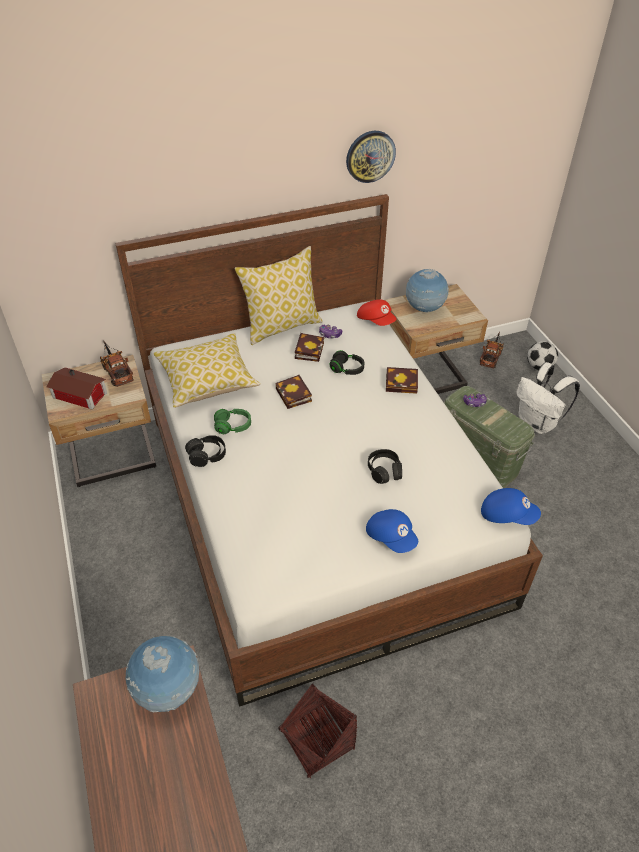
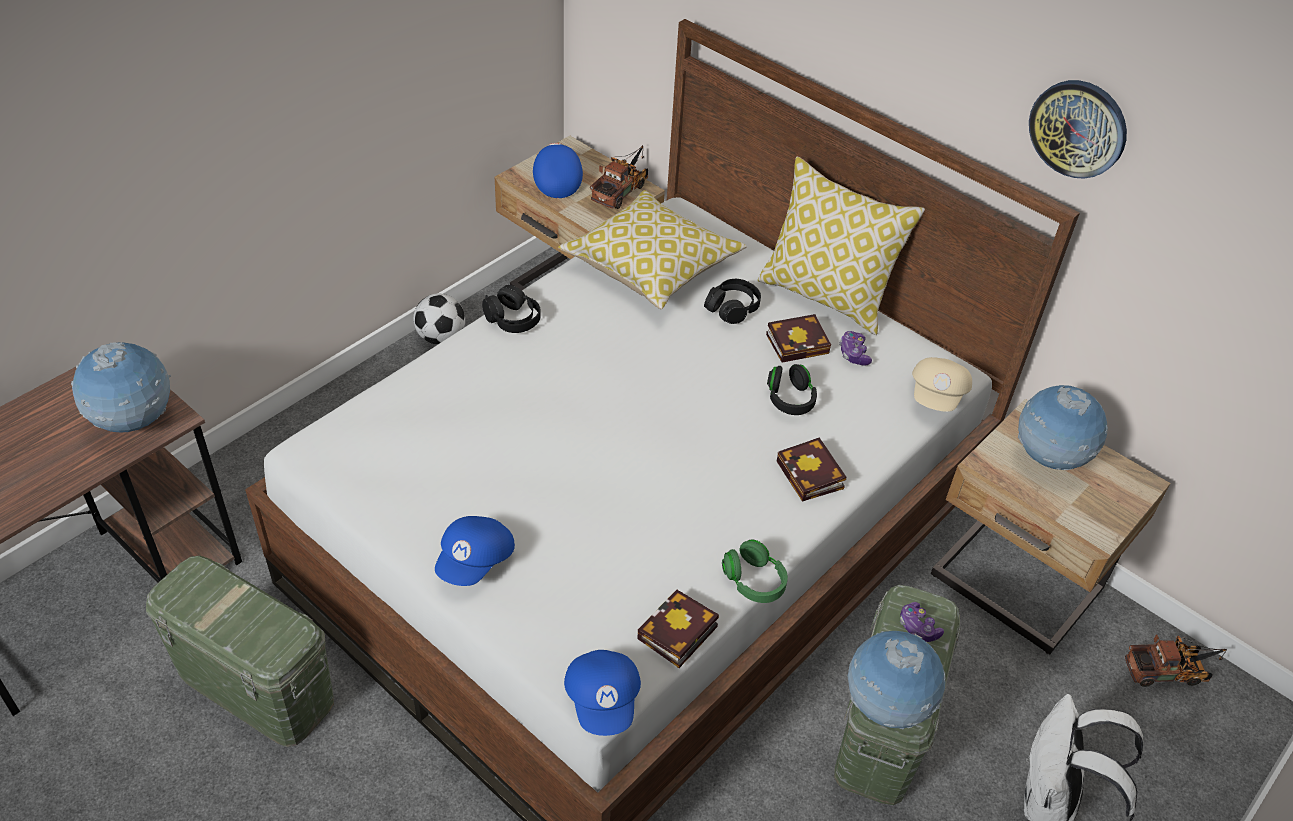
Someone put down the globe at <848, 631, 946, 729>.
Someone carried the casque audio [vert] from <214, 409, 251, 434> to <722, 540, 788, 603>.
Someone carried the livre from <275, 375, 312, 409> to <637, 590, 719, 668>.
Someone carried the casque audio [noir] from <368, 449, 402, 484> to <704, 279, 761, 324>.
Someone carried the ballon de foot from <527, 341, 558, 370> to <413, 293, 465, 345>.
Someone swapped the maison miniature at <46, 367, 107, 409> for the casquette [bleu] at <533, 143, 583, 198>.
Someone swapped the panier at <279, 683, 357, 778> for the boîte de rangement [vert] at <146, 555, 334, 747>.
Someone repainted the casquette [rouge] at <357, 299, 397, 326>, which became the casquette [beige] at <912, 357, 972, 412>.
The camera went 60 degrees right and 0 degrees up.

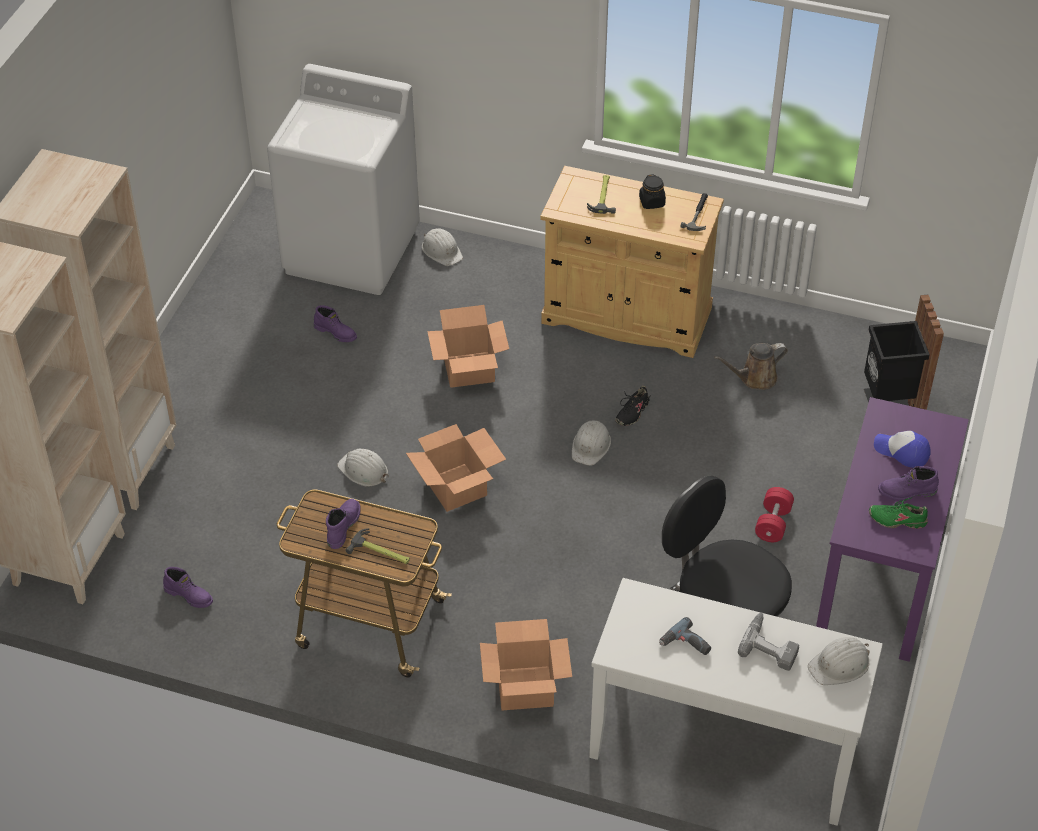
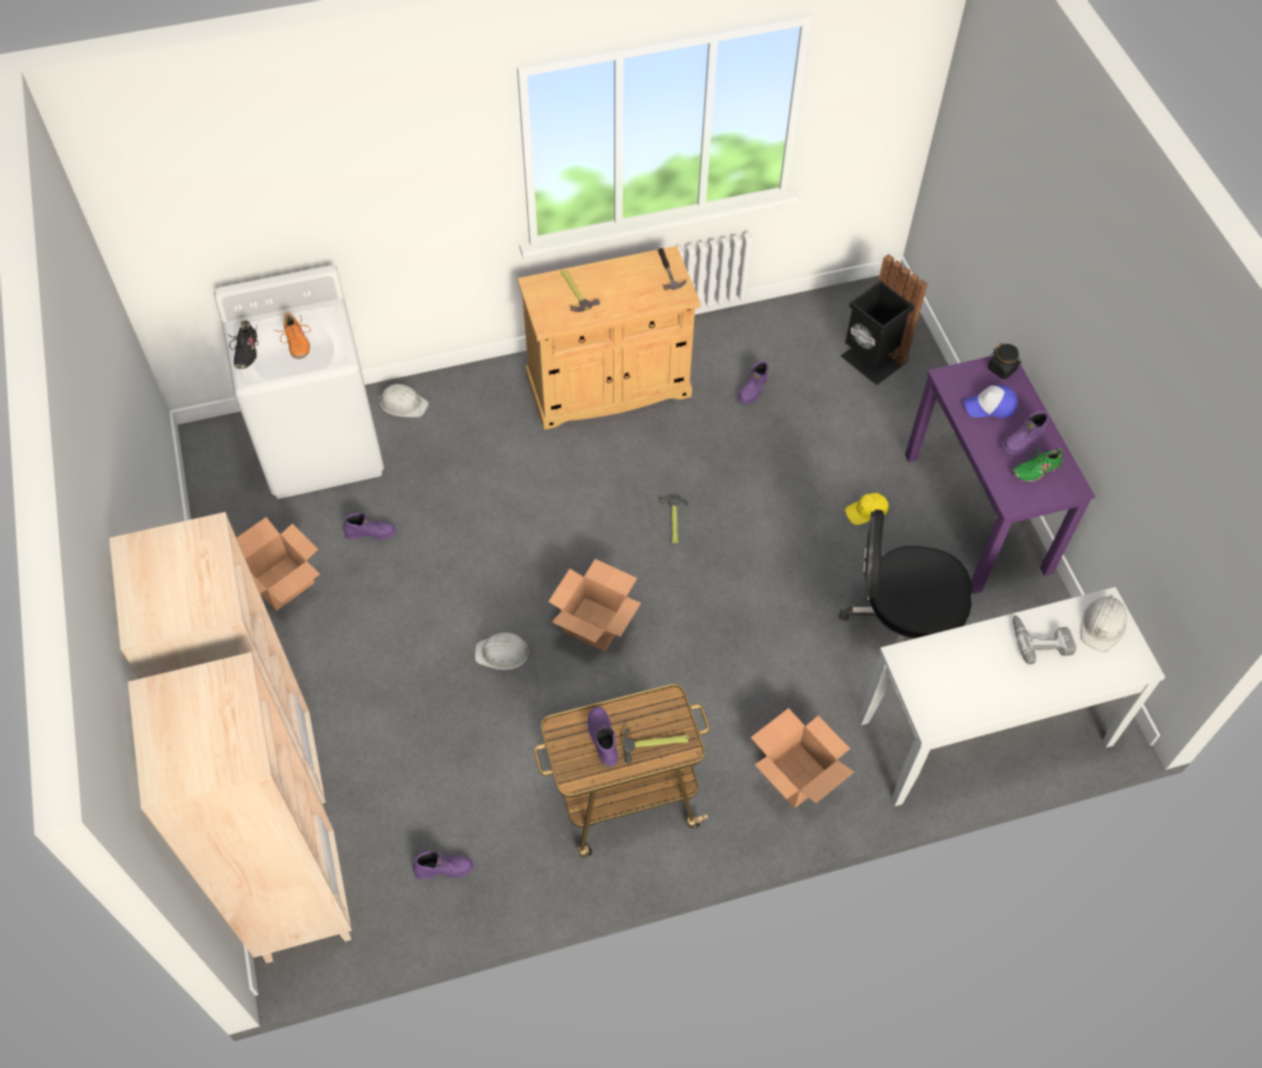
Someone took away the perceuse at <659, 617, 711, 655>.
Someone put down the chaussure [orange] at <274, 312, 311, 359>.
Someone carried the carton from <427, 305, 509, 388> to <237, 517, 320, 611>.
Someone carried the chaussure [noir] from <615, 386, 652, 426> to <227, 320, 258, 369>.
Someone carried the bocal [noir] from <639, 174, 666, 209> to <988, 343, 1021, 379>.
Someone swapped the casque de chantier [blanc] at <572, 420, 611, 466> for the marteau at <660, 497, 688, 544>.
Someone swapped the arrosoir [marron] at <714, 343, 788, 390> for the botte [violet] at <737, 361, 769, 405>.
Someone swapped the haltère [rouge] at <755, 487, 794, 542> for the casquette [jaune] at <845, 493, 889, 525>.
The camera went 35 degrees left and 10 degrees up.

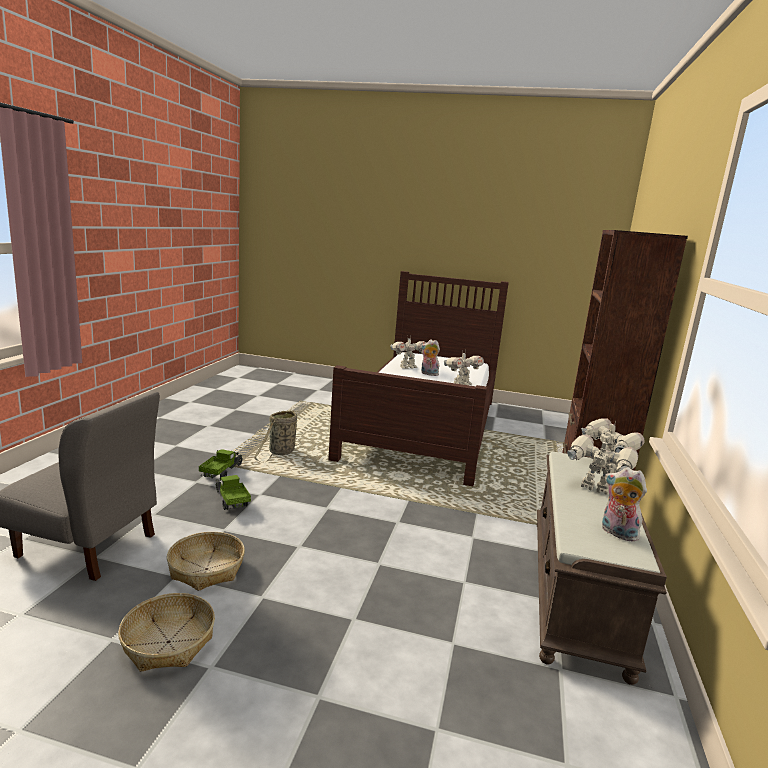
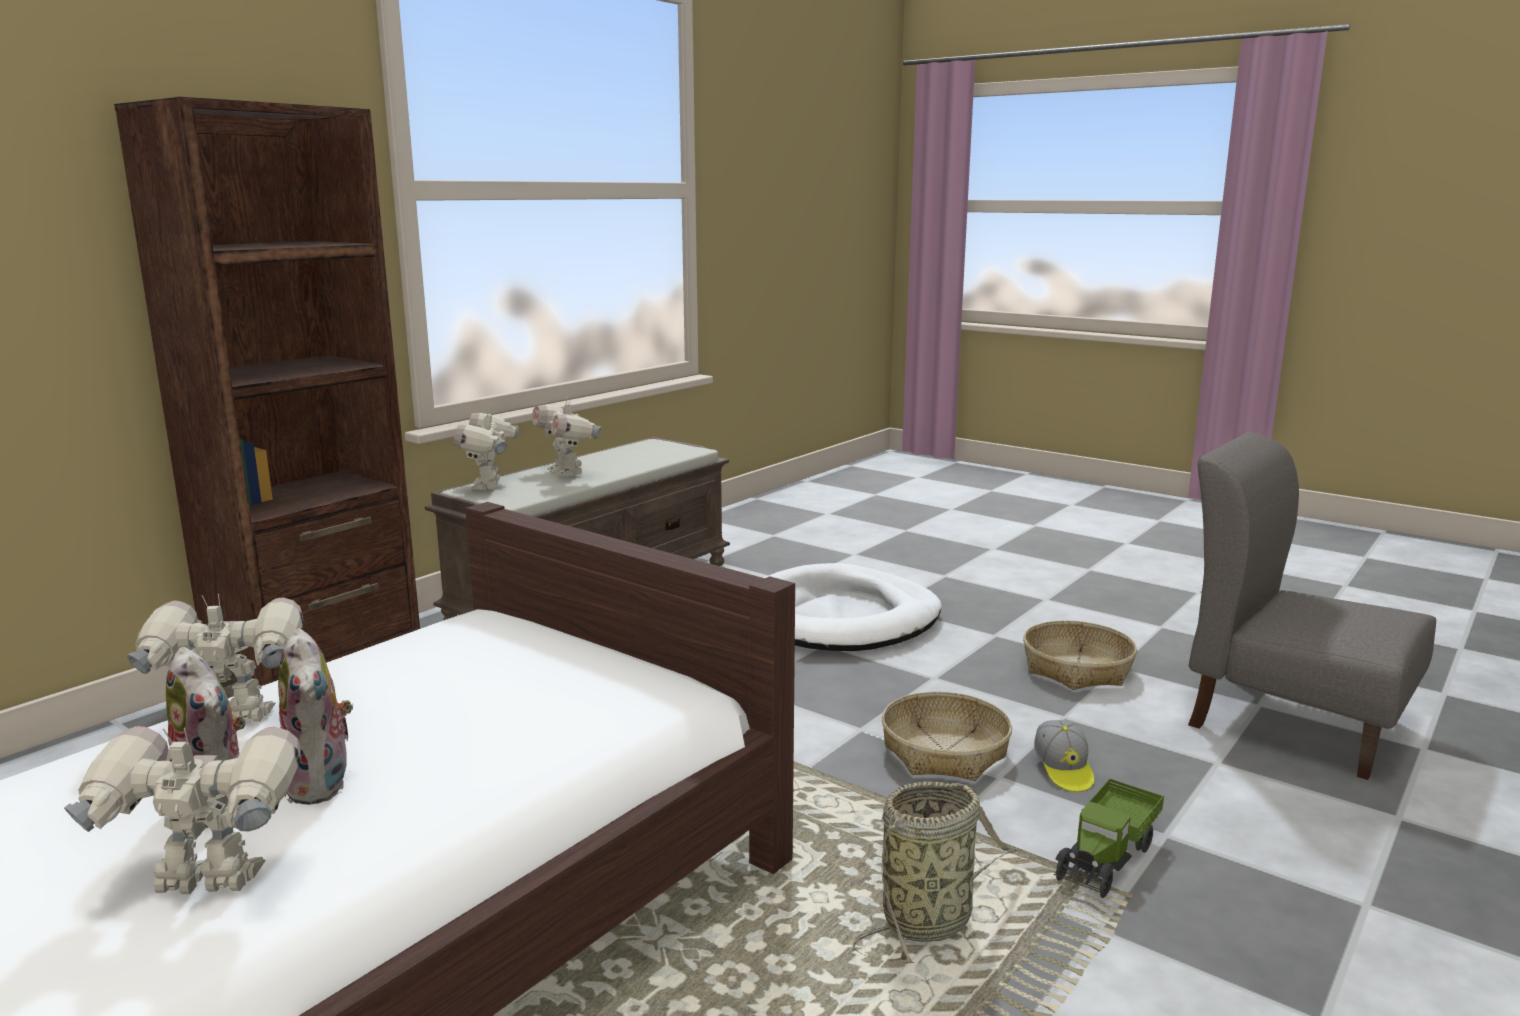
Someone put down the panier pour chien [blanc] at <764, 563, 942, 651>.
Someone carried the panier from <118, 593, 215, 672> to <882, 692, 1012, 781>.
Someone carried the peluche from <602, 467, 647, 542> to <278, 628, 353, 805>.
Someone swapped the camion jouet at <216, 475, 251, 510> for the casquette at <1034, 720, 1094, 792>.
The camera went 155 degrees left and 0 degrees up.

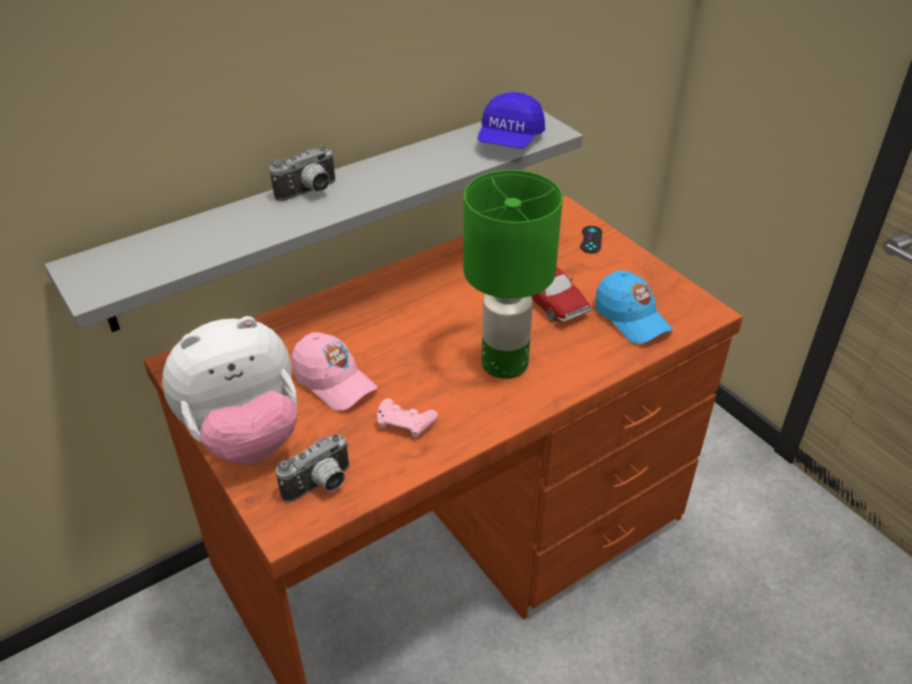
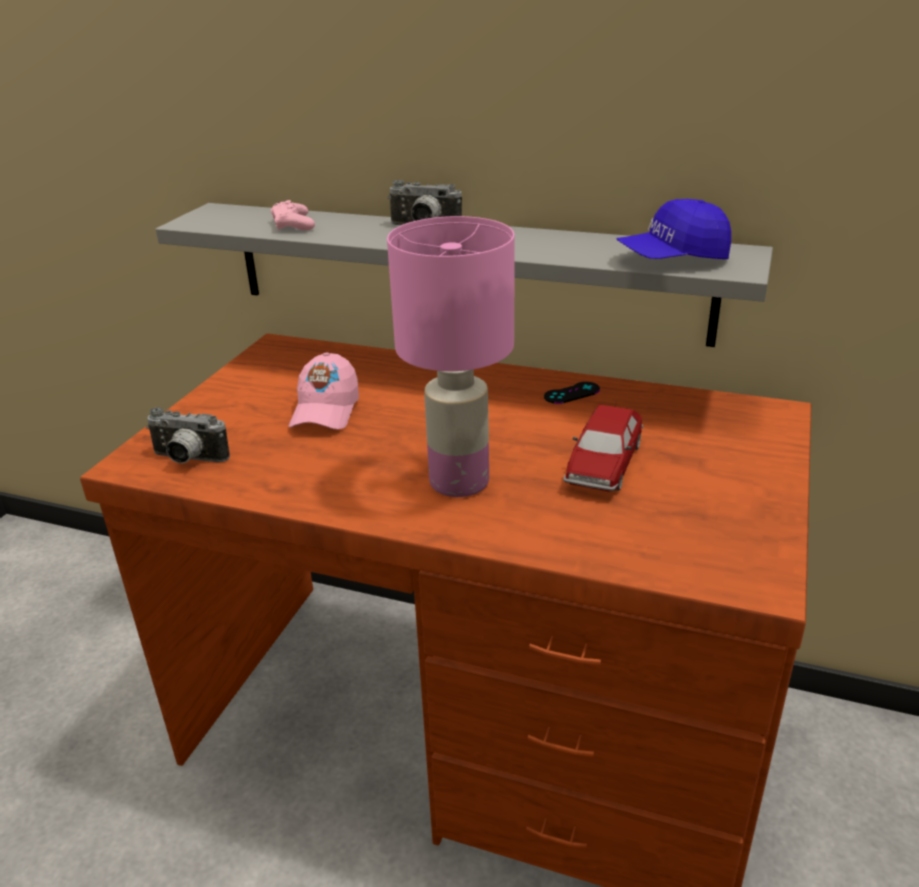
Someone took away the peluche at <162, 316, 297, 463>.
Someone took away the casquette [bleu] at <596, 270, 673, 344>.
Someone carried the manette [rose] from <377, 398, 438, 438> to <271, 200, 315, 230>.
Someone carried the manette [noir] from <580, 226, 602, 253> to <544, 382, 600, 404>.
Someone repainted the lampe de table [vert] at <463, 170, 563, 379>, which became the lampe de table [rose] at <387, 216, 515, 497>.
The camera went 55 degrees right and 10 degrees down.

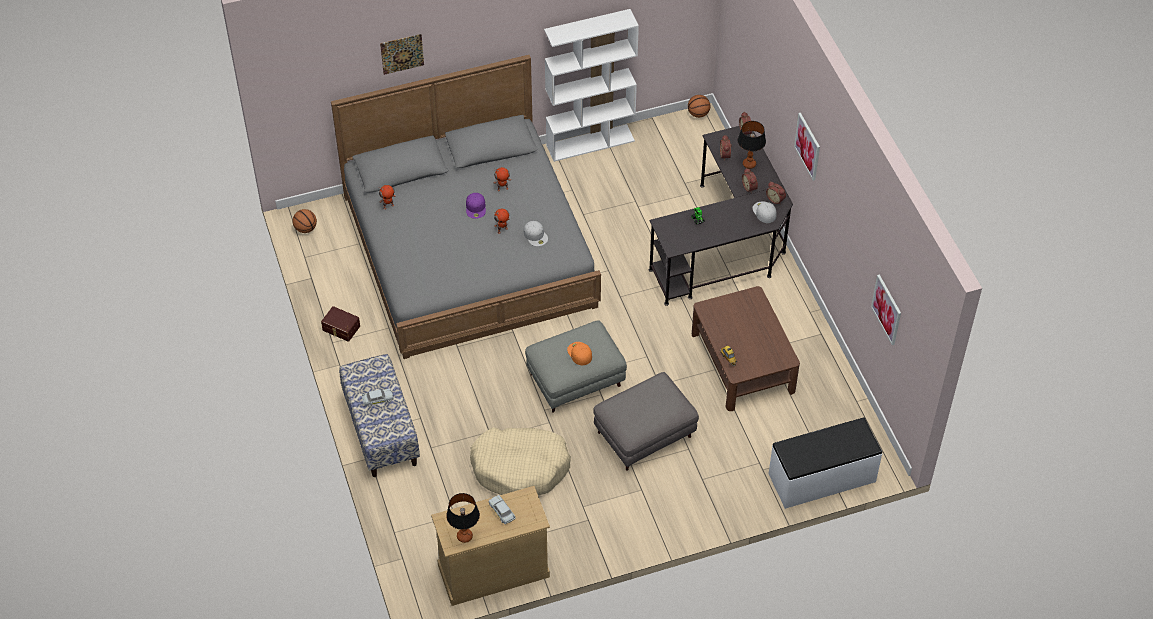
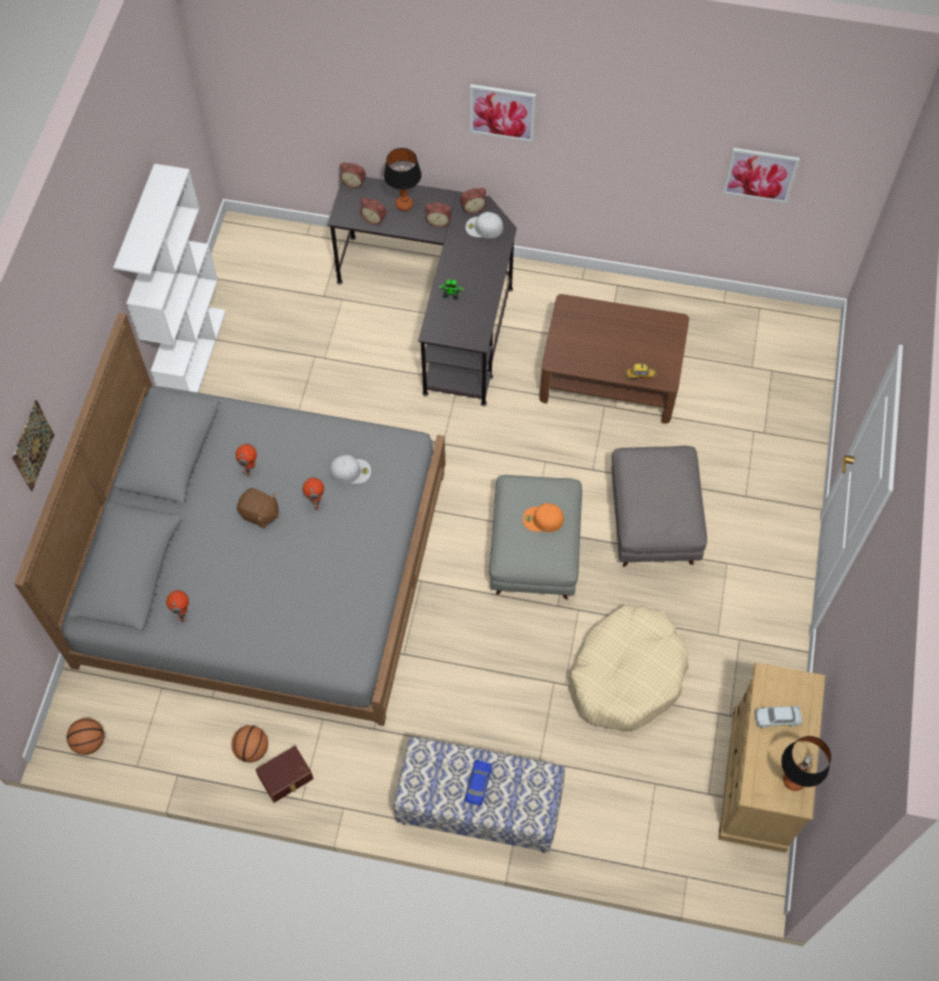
Someone took away the banc [blanc] at <769, 418, 882, 509>.
Someone carried the ballon de basket from <688, 95, 710, 118> to <231, 725, 268, 762>.
Someone swapped the casquette [violet] at <466, 193, 486, 219> for the peluche [marron] at <237, 488, 279, 528>.
Someone repainted the petite voiture [blanc] at <362, 389, 394, 407>, which became the petite voiture [bleu] at <464, 760, 492, 806>.
The camera went 60 degrees left and 10 degrees up.

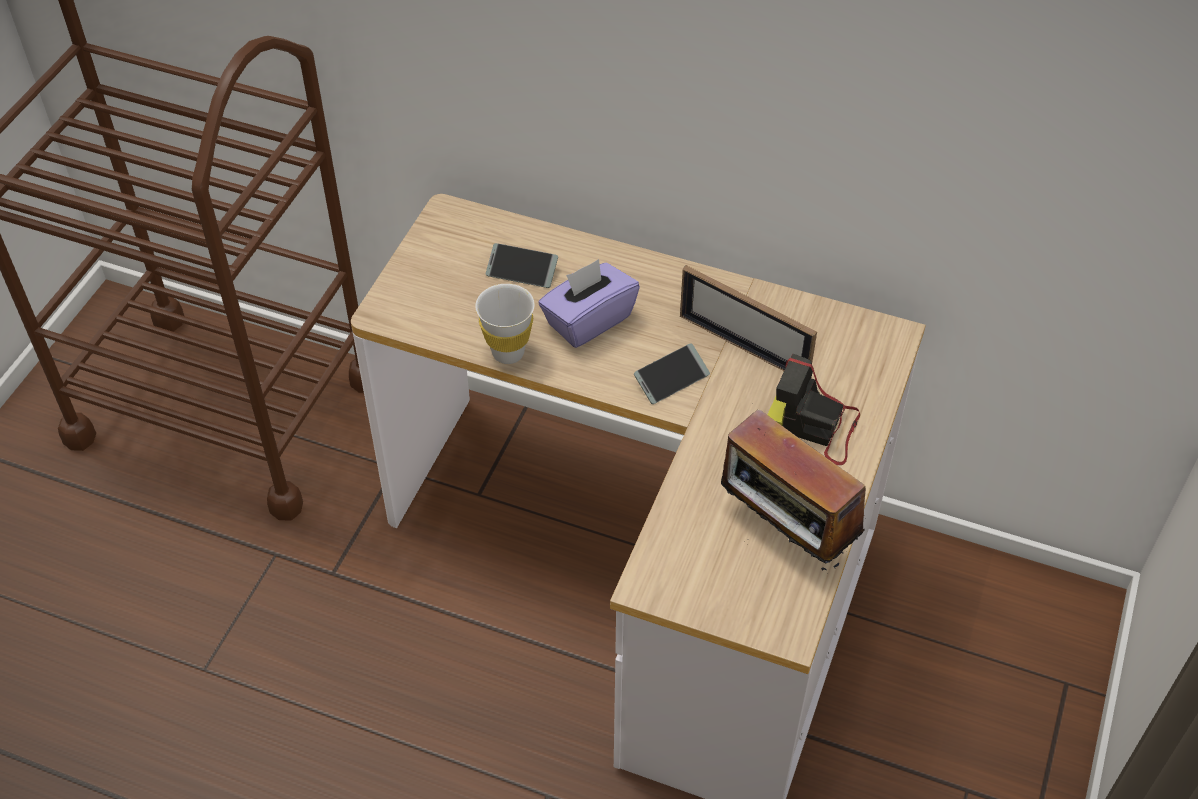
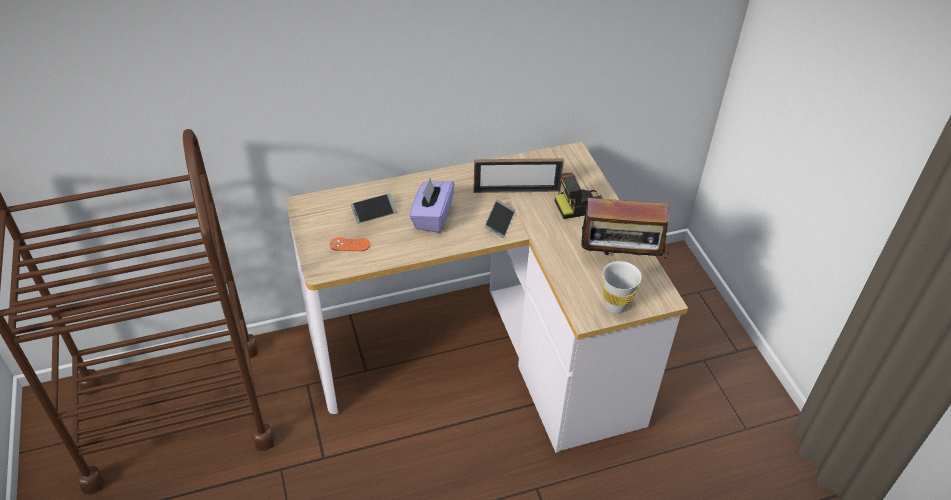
Someone put down the manette [orange] at <330, 237, 370, 251>.
Someone carried the tasse [blanc] from <475, 284, 535, 364> to <602, 261, 642, 314>.
The camera went 40 degrees left and 5 degrees down.

